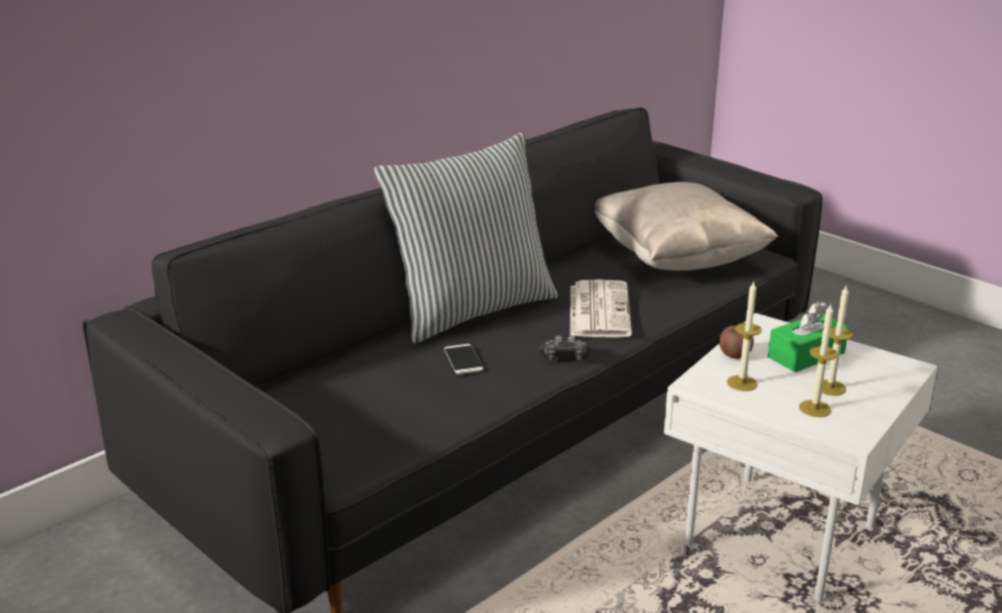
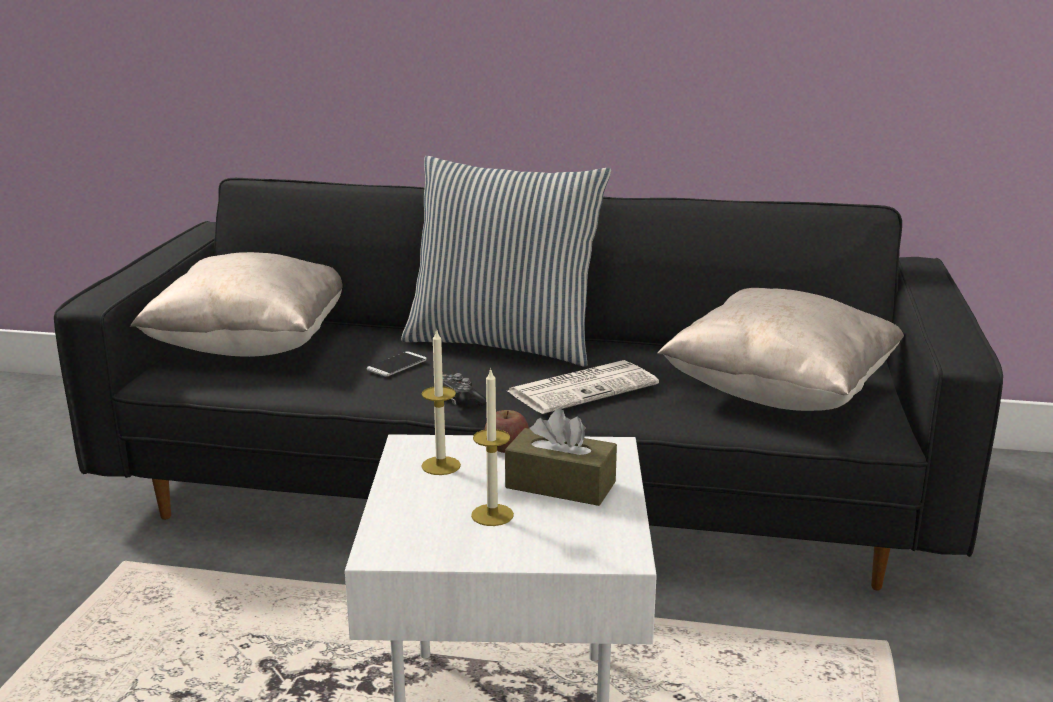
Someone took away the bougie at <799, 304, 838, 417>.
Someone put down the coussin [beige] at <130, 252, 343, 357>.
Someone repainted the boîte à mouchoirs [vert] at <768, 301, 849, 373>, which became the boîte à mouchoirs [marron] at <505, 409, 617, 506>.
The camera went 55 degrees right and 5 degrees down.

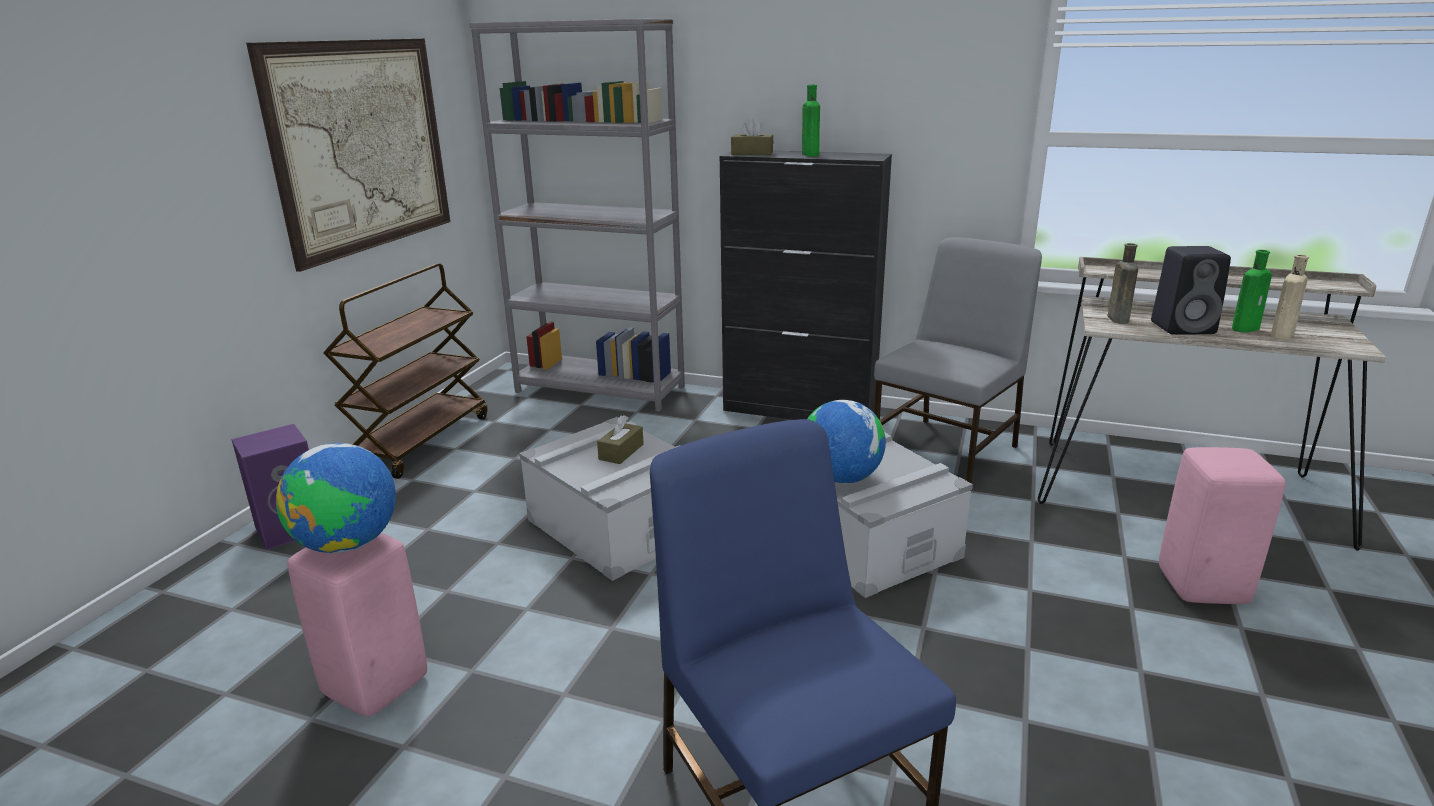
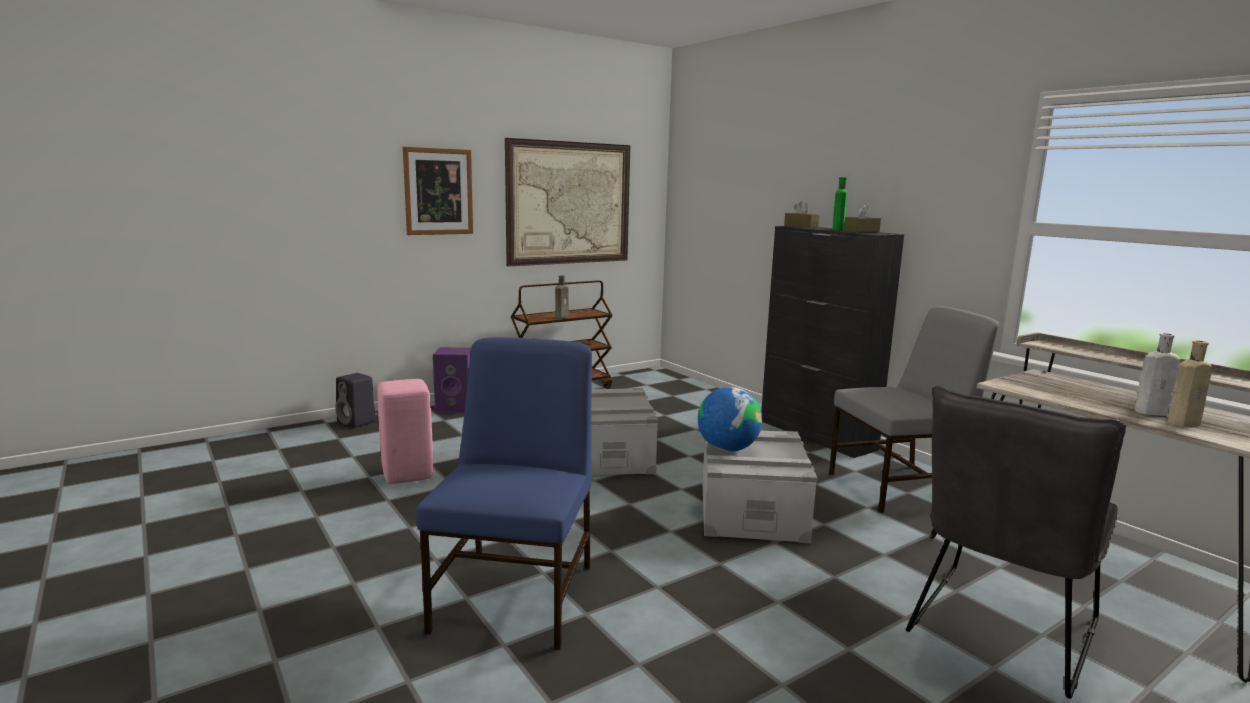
Someone took away the globe at <276, 443, 396, 553>.
Someone took away the bibliothèque [gris] at <469, 19, 685, 412>.
Someone put up the tableau at <403, 147, 473, 235>.
Someone carried the boîte à mouchoirs [marron] from <597, 415, 644, 464> to <844, 204, 881, 233>.
Someone carried the bouteille [marron] from <1108, 243, 1138, 324> to <555, 275, 569, 319>.
Someone carried the enceinte [noir] from <1151, 246, 1231, 335> to <335, 373, 375, 428>.
Someone swapped the tabouret [rose] at <1159, 447, 1285, 604> for the chaise [gris] at <906, 386, 1126, 699>.
Someone repainted the bouteille [vert] at <1232, 250, 1272, 333>, which became the bouteille [blanc] at <1135, 333, 1181, 416>.
The camera went 35 degrees right and 10 degrees down.

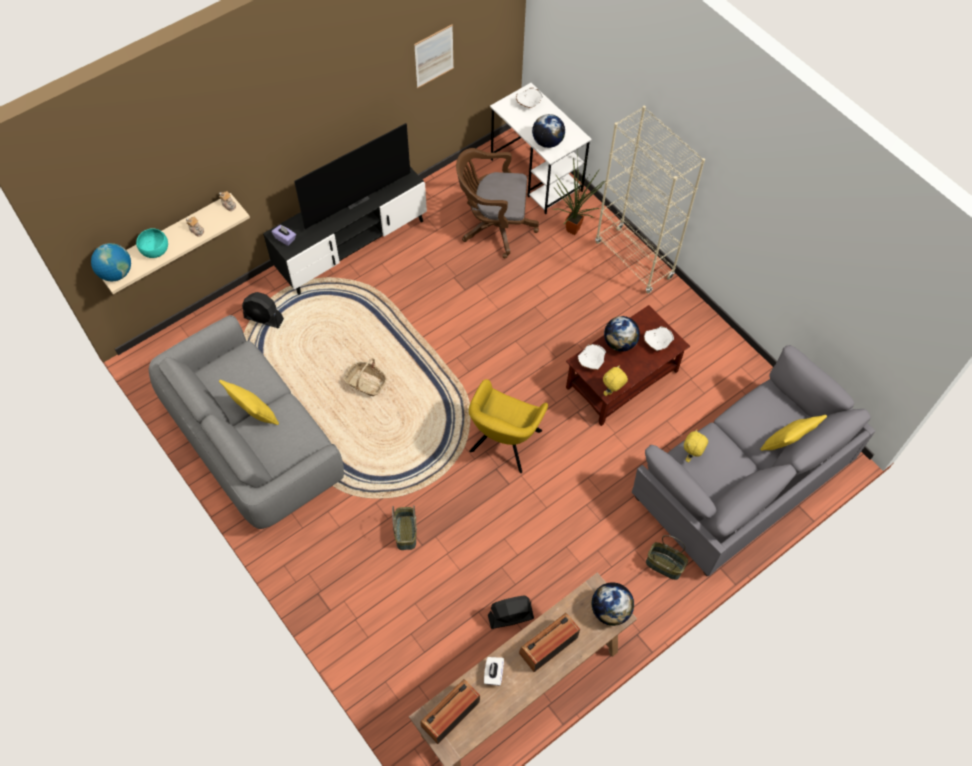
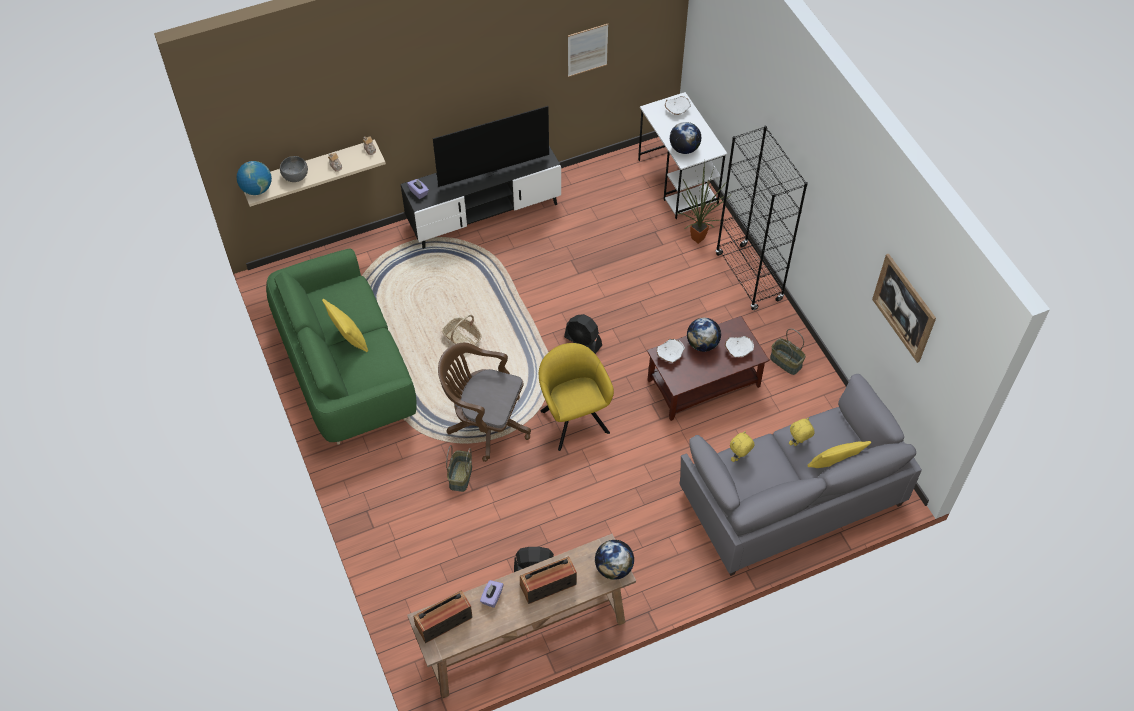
Someone put up the tableau at <872, 254, 936, 363>.
Someone carried the ventilateur [noir] from <242, 292, 284, 329> to <564, 314, 602, 354>.
Someone carried the chaise de bureau [marron] from <456, 148, 539, 258> to <438, 343, 531, 462>.
Someone carried the peluche [jaune] from <603, 365, 628, 396> to <789, 418, 815, 446>.
Someone carried the panier from <646, 535, 688, 580> to <770, 329, 806, 375>.
Someone repainted the bol [turquoise] at <136, 228, 168, 258>, which became the bol [gris] at <280, 156, 308, 182>.
Someone repainted the canapé [gris] at <149, 315, 344, 529>, which became the canapé [vert] at <266, 249, 417, 445>.
Someone repainted the boîte à mouchoirs [blanc] at <484, 657, 504, 686>, which became the boîte à mouchoirs [violet] at <480, 580, 504, 608>.
Someone repainted the bibliothèque [beige] at <595, 106, 705, 294>, which became the bibliothèque [noir] at <716, 126, 808, 310>.
Someone rotated the fauteuil [jaune] at <469, 379, 548, 473> by 120 degrees clockwise.
The camera went 15 degrees right and 5 degrees down.

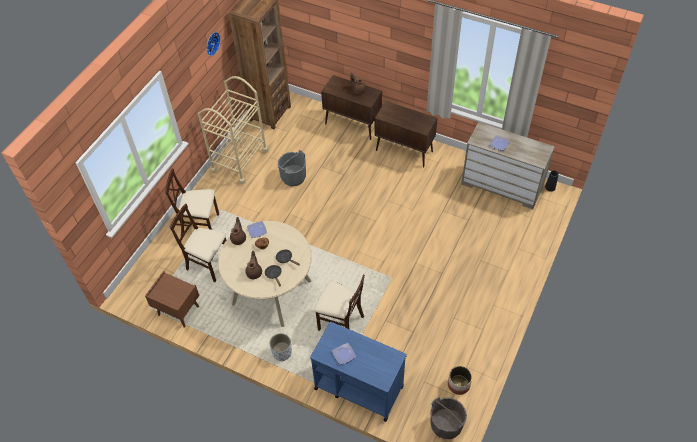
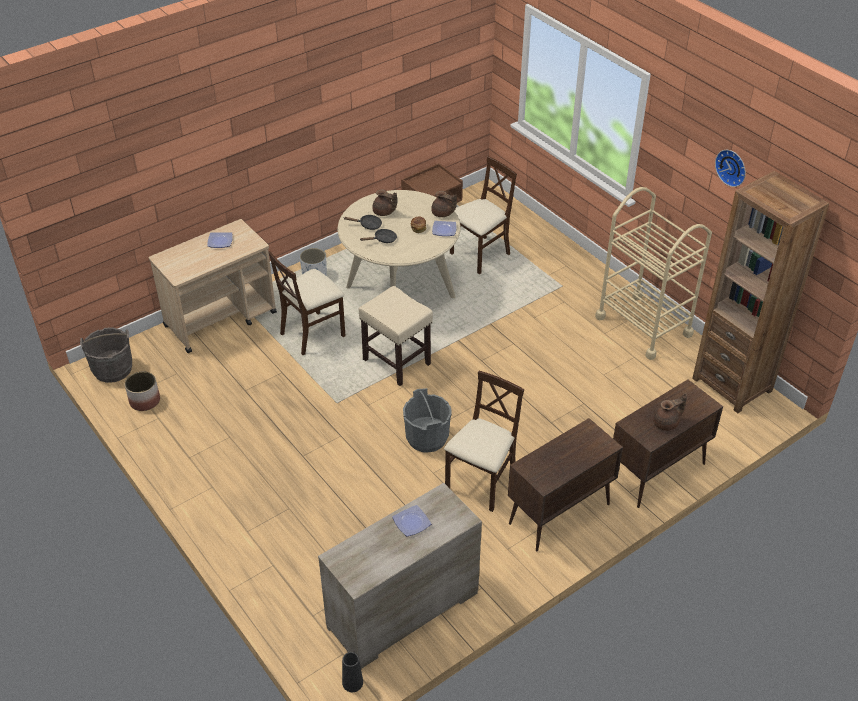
Someone put down the tabouret [beige] at <359, 286, 433, 386>.
Someone carried the chaise [beige] from <165, 169, 219, 232> to <444, 371, 524, 512>.
Someone carried the seau [gris] from <278, 150, 306, 186> to <403, 388, 451, 453>.
Someone repainted the chariot [bleu] at <310, 322, 407, 422>, which became the chariot [beige] at <148, 219, 277, 353>.
The camera went 115 degrees right and 10 degrees down.

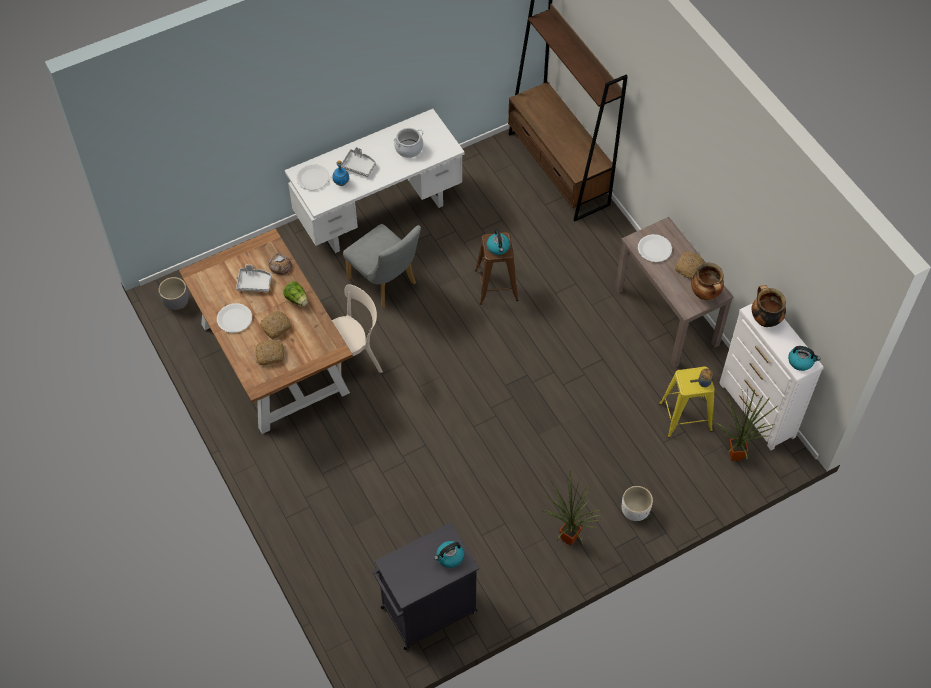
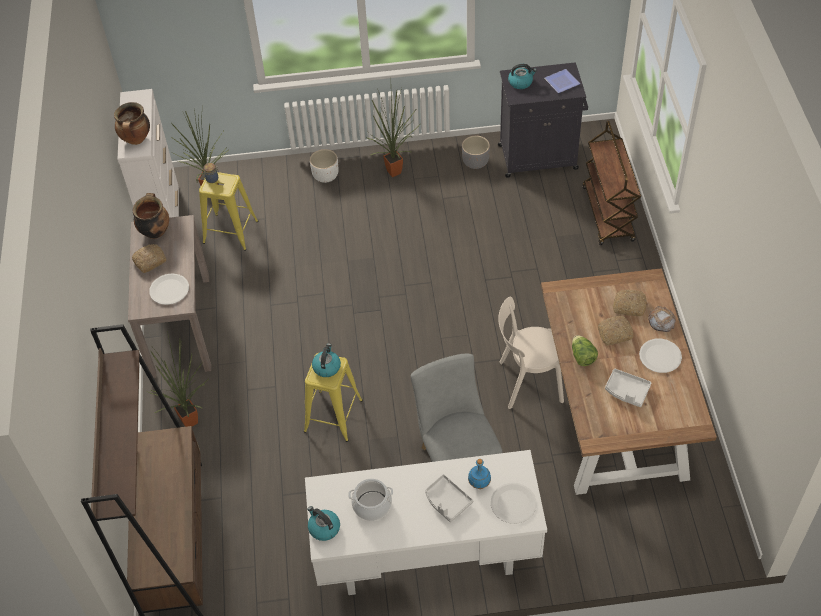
Someone put down the plante en pot at <146, 331, 210, 427>.
Someone put down the assiette at <544, 69, 580, 93>.
Someone put down the chariot [marron] at <583, 121, 641, 245>.
Someone carried the cache-pot [gris] from <159, 277, 188, 310> to <462, 136, 490, 169>.
Someone carried the pain from <269, 253, 292, 275> to <648, 306, 676, 332>.
Someone carried the bouilloire from <788, 346, 820, 371> to <307, 506, 340, 541>.
Someone repainted the tabouret [marron] at <475, 232, 518, 305>, which became the tabouret [jaune] at <304, 353, 363, 442>.
The camera went 155 degrees left and 5 degrees down.

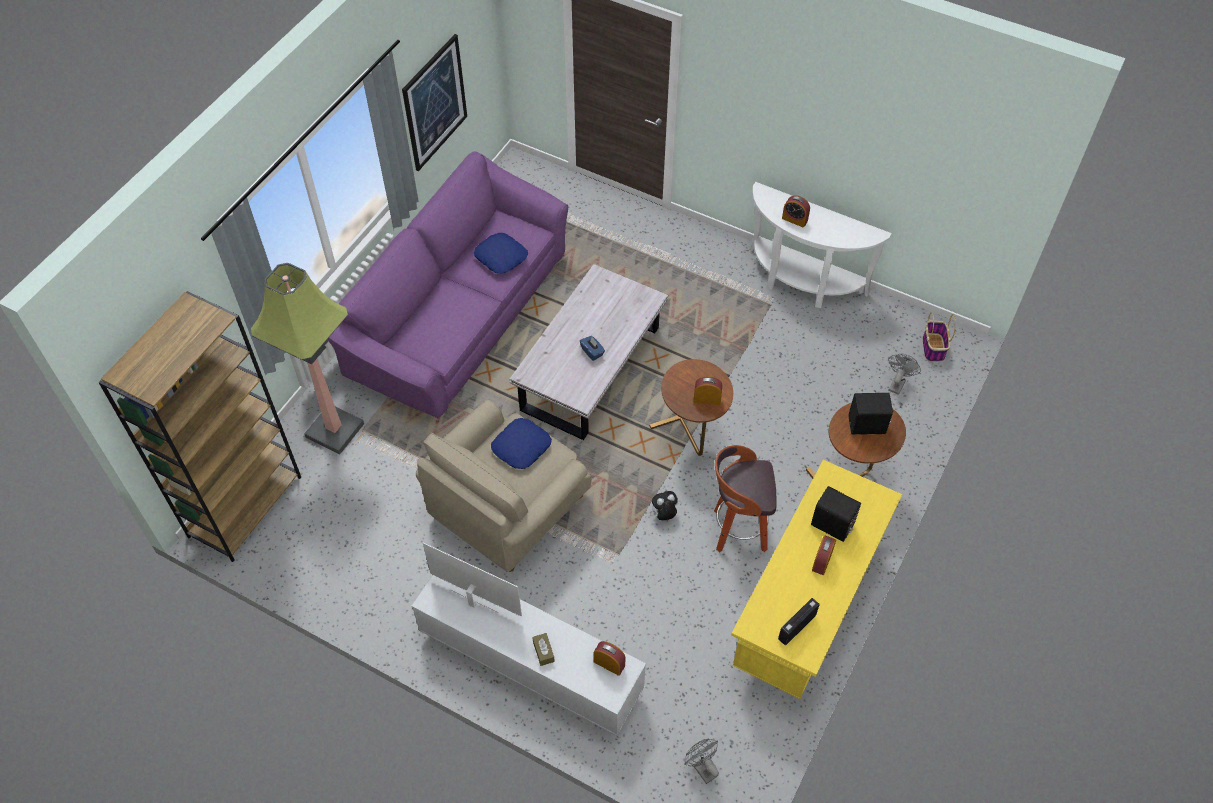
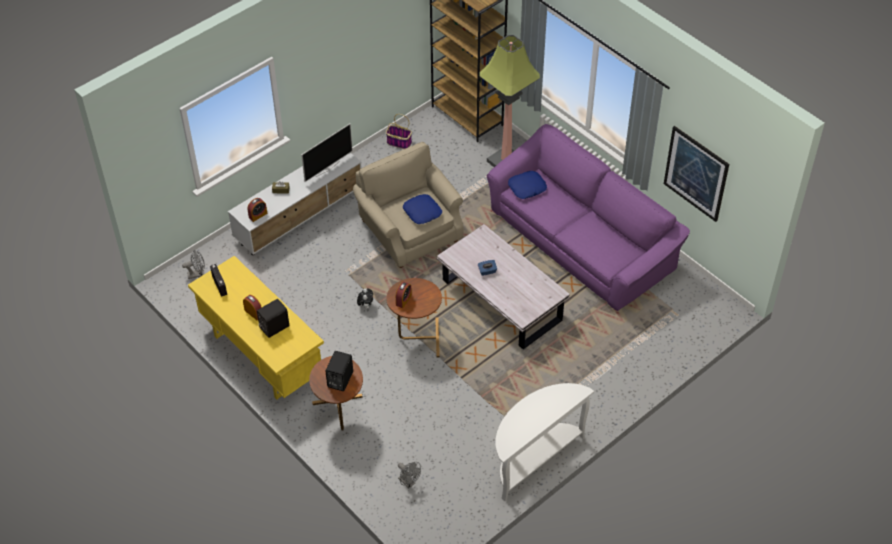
Someone took away the tabouret at <714, 445, 776, 552>.
Someone took away the réveil at <782, 195, 810, 227>.
Someone carried the coussin [bleu] from <474, 233, 528, 274> to <508, 171, 547, 199>.
Someone carried the panier from <923, 312, 956, 362> to <386, 114, 412, 149>.
The camera went 110 degrees right and 5 degrees down.

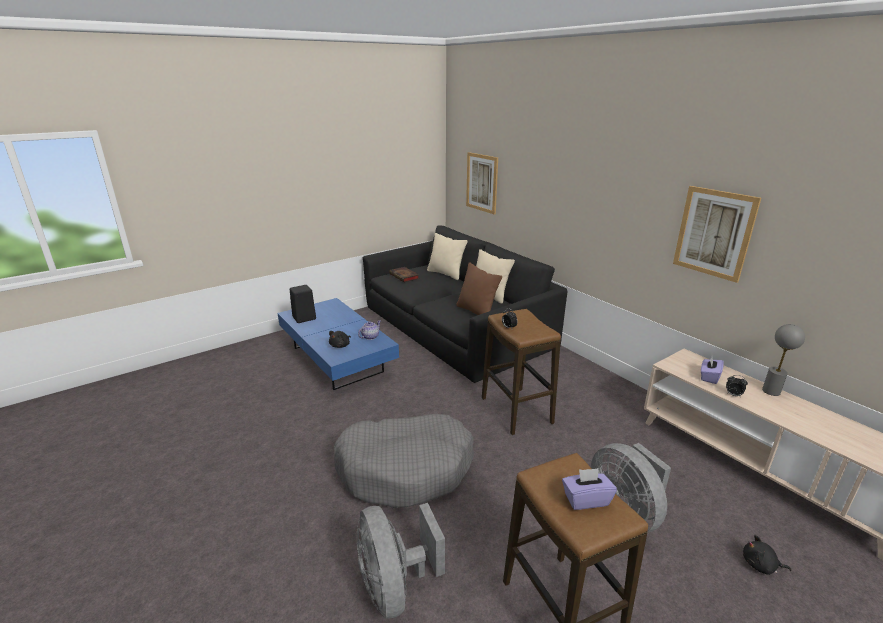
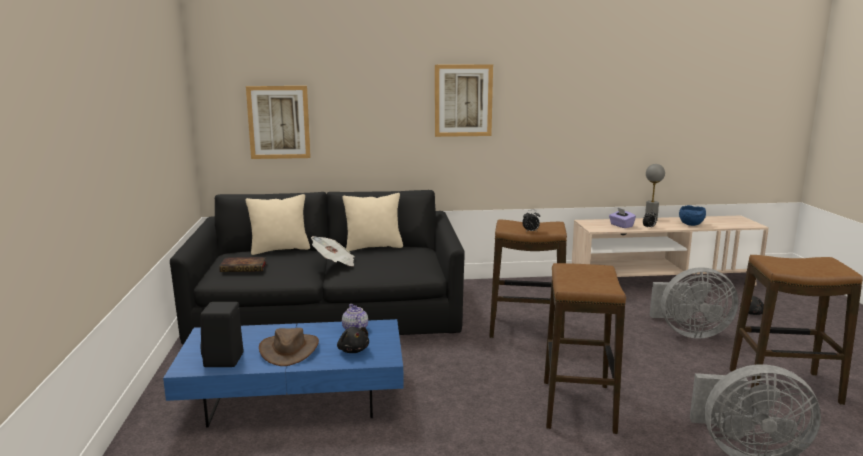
Someone took away the coussin [marron] at <456, 262, 502, 315>.
Someone took away the boîte à mouchoirs [violet] at <562, 468, 617, 510>.
Someone put down the chapeau [marron] at <259, 328, 319, 366>.
Someone put down the journal at <311, 236, 354, 266>.
Someone put down the bol [bleu] at <679, 205, 706, 226>.
Someone carried the tableau from <673, 186, 761, 283> to <435, 65, 493, 137>.
Someone swapped the panier pour chien [gris] at <334, 414, 474, 508> for the tabouret at <544, 263, 626, 434>.
The camera went 60 degrees left and 10 degrees down.

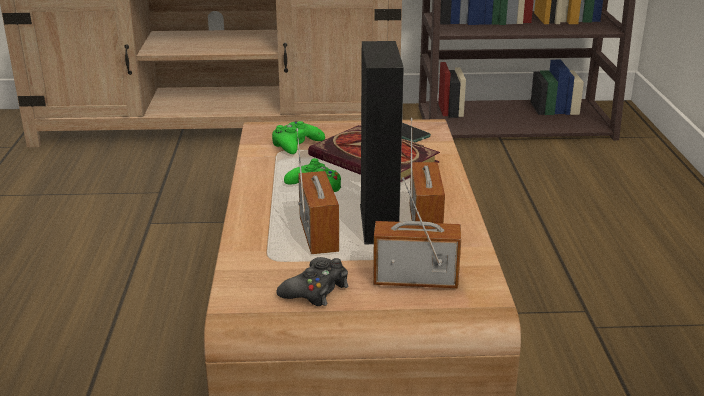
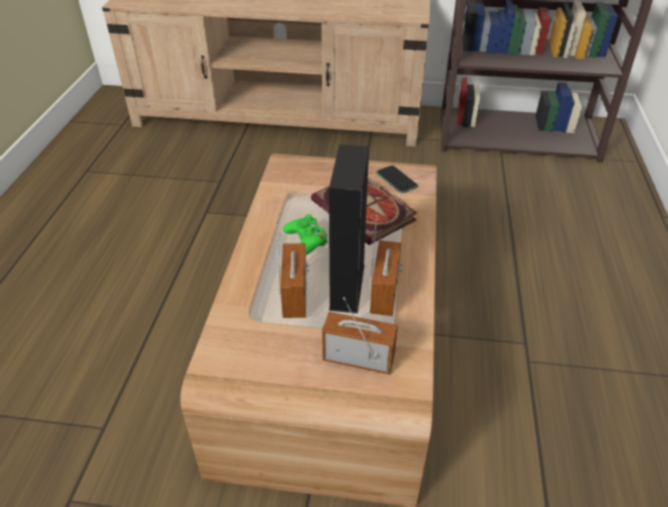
Someone took away the manette [vert] at <272, 121, 325, 154>.
Someone took away the manette [noir] at <276, 257, 348, 306>.
The camera went 10 degrees right and 15 degrees up.

